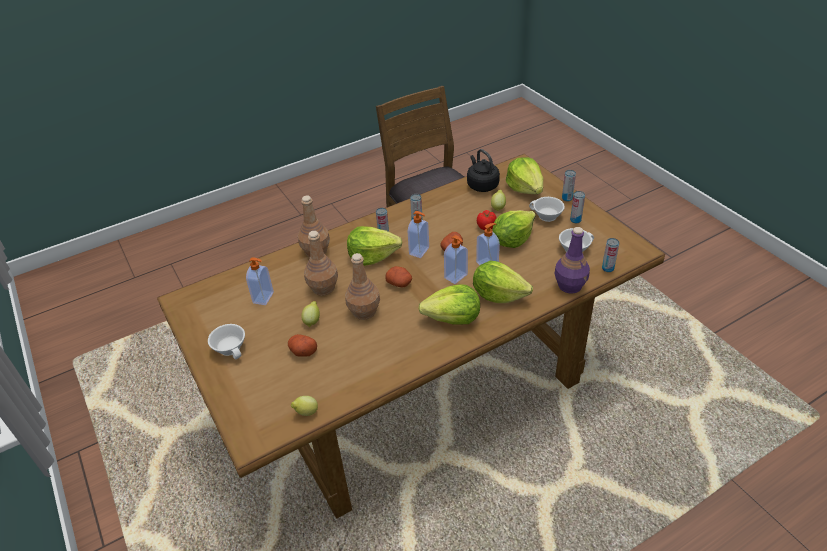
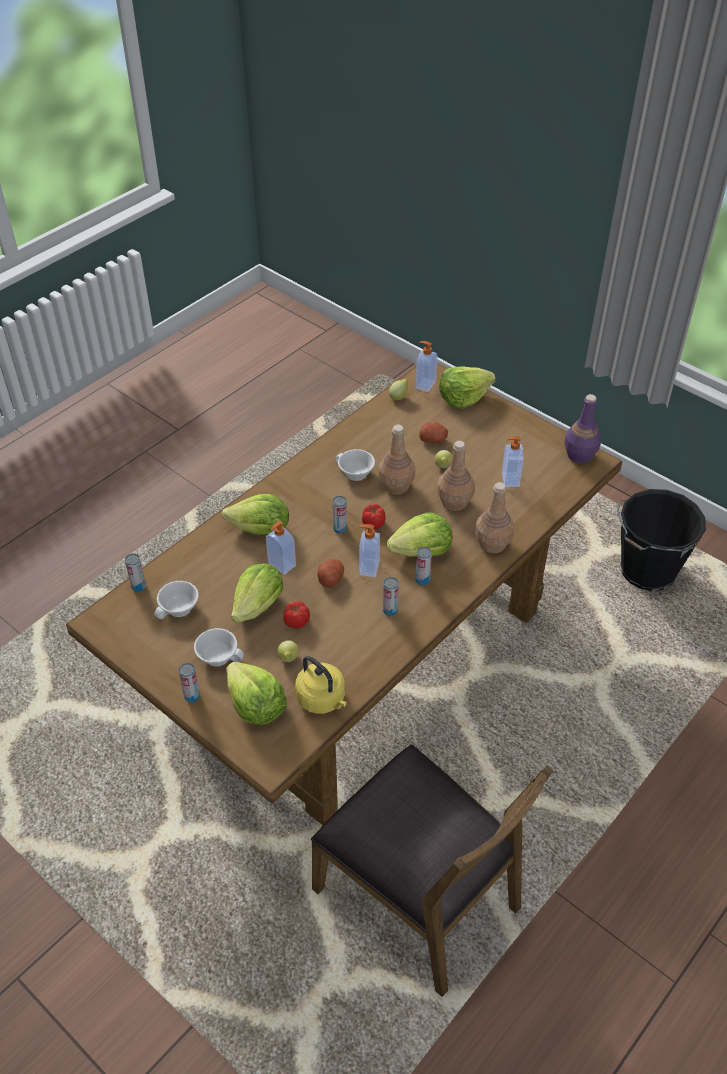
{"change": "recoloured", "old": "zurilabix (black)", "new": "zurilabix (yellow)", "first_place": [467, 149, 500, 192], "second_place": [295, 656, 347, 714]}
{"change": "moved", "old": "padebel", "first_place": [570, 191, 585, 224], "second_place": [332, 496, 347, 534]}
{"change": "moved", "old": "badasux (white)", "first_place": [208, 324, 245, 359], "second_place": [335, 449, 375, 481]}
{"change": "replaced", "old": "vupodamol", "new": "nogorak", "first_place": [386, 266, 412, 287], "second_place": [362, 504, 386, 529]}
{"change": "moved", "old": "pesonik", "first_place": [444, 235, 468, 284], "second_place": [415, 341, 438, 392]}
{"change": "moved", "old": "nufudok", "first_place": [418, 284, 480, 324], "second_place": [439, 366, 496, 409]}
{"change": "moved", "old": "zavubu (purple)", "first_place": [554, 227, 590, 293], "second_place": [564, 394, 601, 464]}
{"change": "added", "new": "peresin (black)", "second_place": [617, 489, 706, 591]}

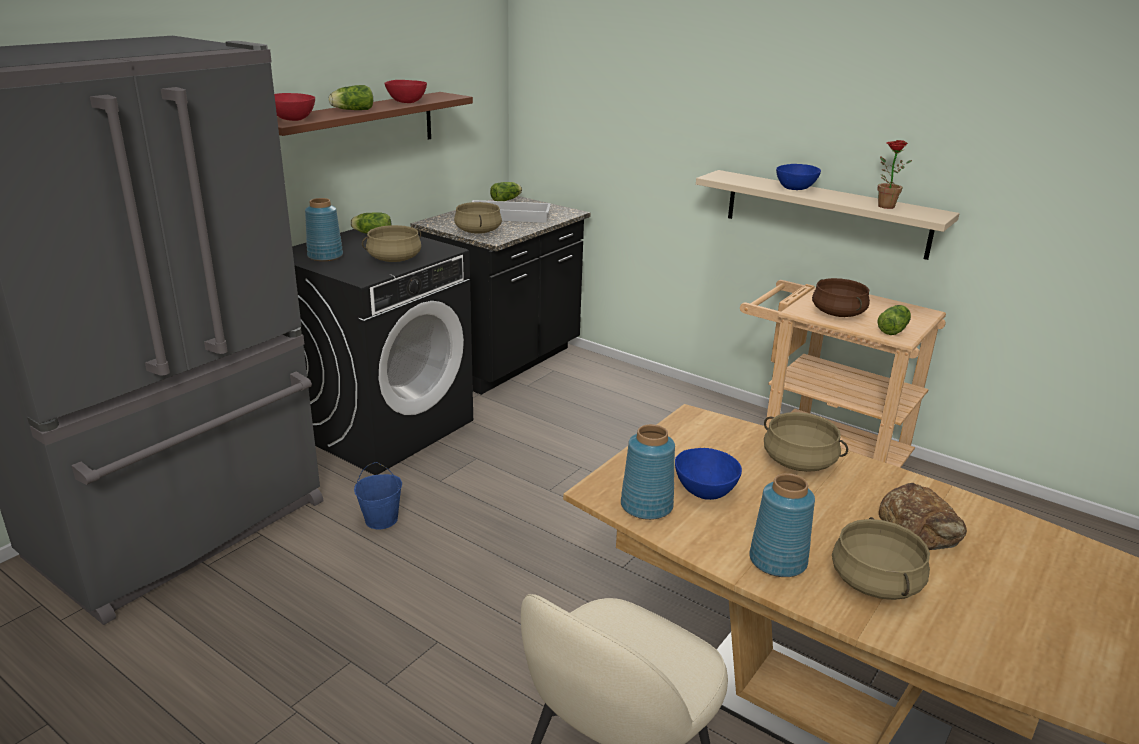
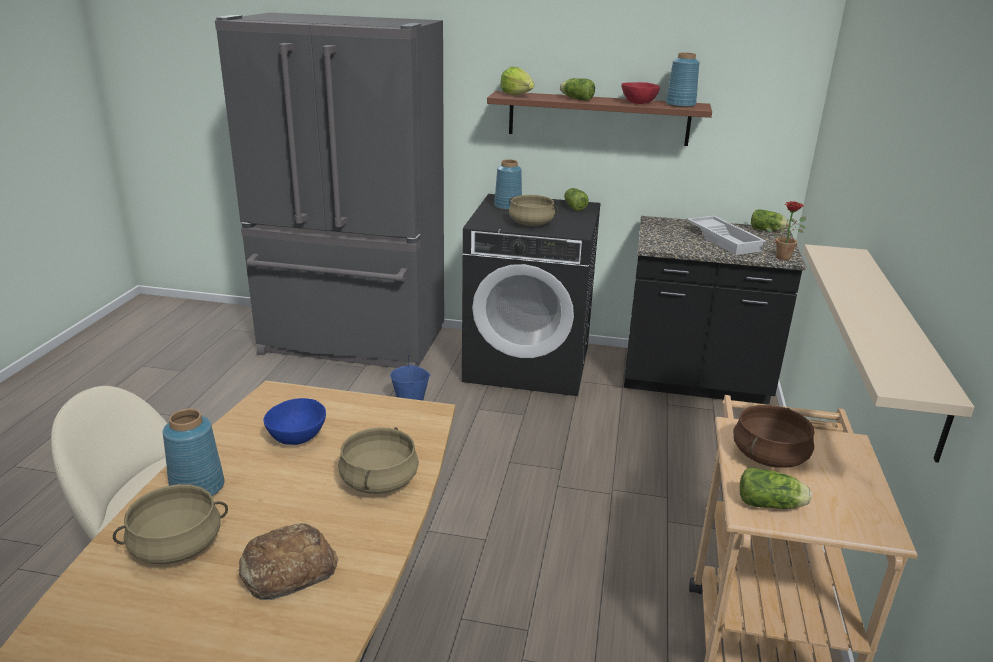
{"change": "replaced", "old": "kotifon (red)", "new": "nufudok", "first_place": [274, 93, 315, 121], "second_place": [500, 67, 534, 95]}
{"change": "moved", "old": "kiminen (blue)", "first_place": [621, 424, 675, 520], "second_place": [666, 52, 699, 108]}
{"change": "moved", "old": "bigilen", "first_place": [878, 140, 912, 209], "second_place": [766, 201, 806, 260]}
{"change": "removed", "old": "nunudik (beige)", "first_place": [454, 202, 502, 234]}
{"change": "removed", "old": "kotifon (blue)", "first_place": [776, 164, 821, 190]}

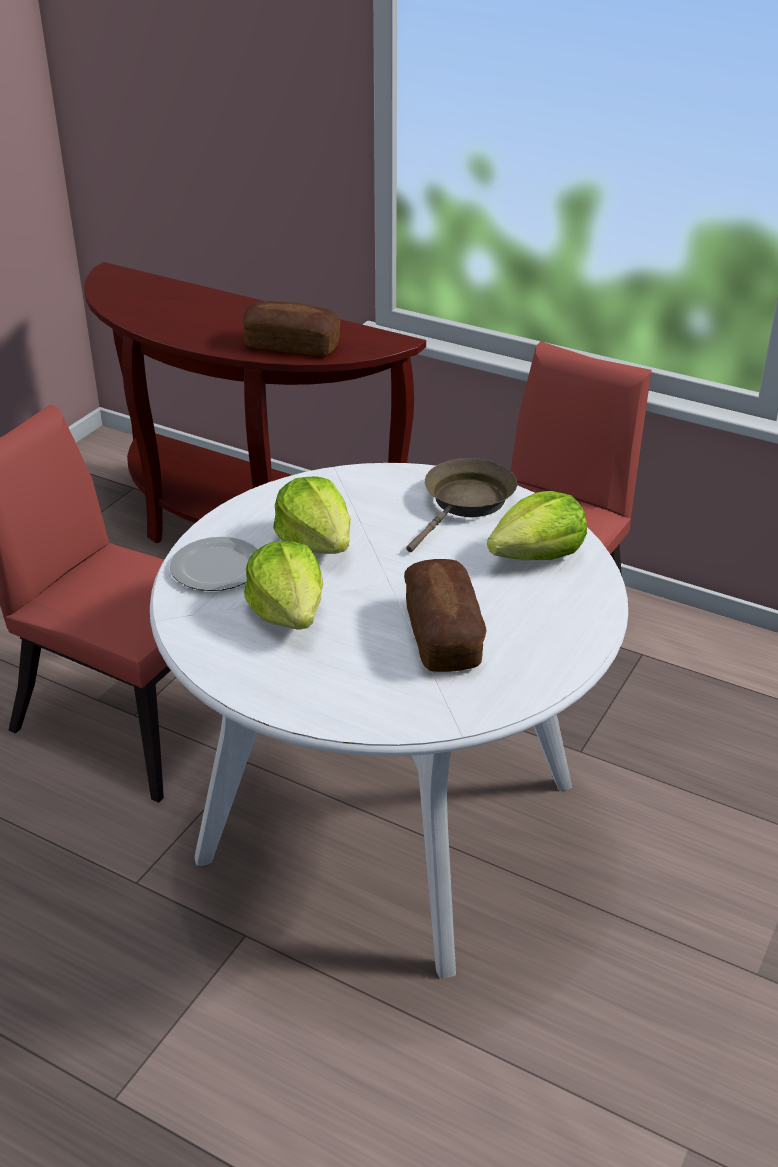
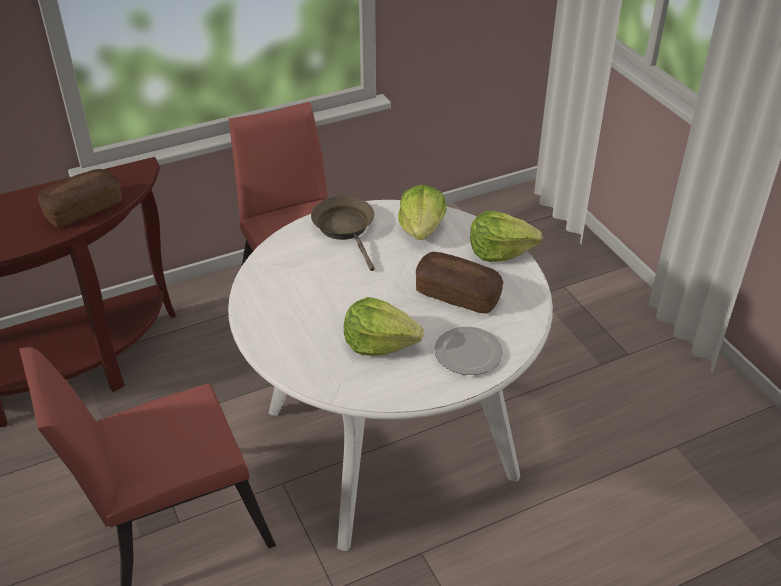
{"change": "moved", "old": "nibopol", "first_place": [170, 537, 258, 591], "second_place": [434, 327, 503, 375]}
{"change": "moved", "old": "nufudok", "first_place": [273, 476, 351, 554], "second_place": [470, 211, 543, 262]}

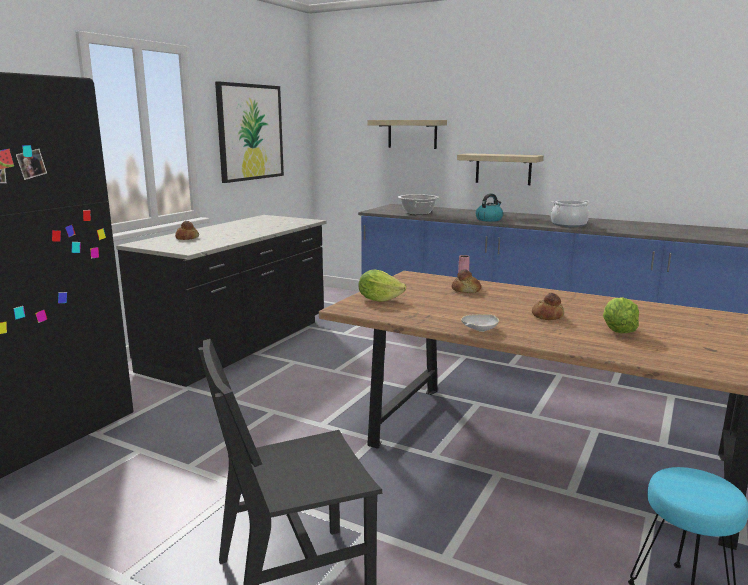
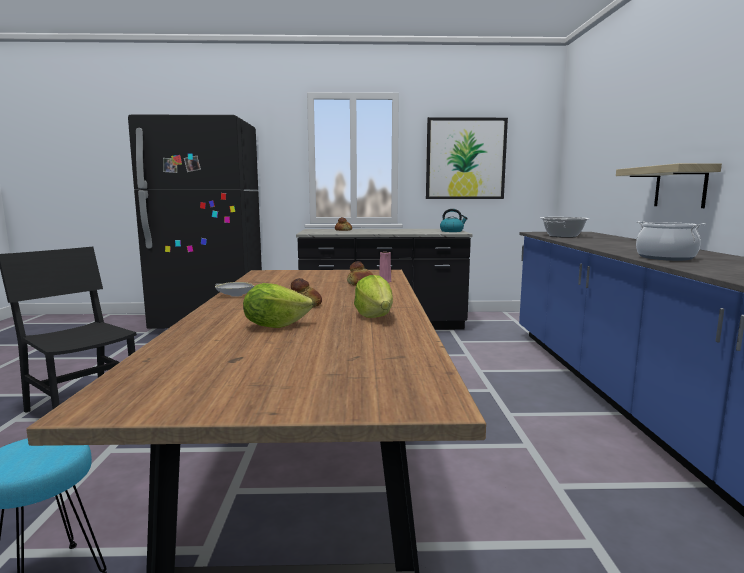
{"change": "moved", "old": "nufudok", "first_place": [359, 269, 406, 302], "second_place": [354, 275, 393, 318]}
{"change": "moved", "old": "zurilabix", "first_place": [476, 193, 503, 222], "second_place": [440, 209, 468, 232]}
{"change": "removed", "old": "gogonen", "first_place": [367, 120, 447, 149]}

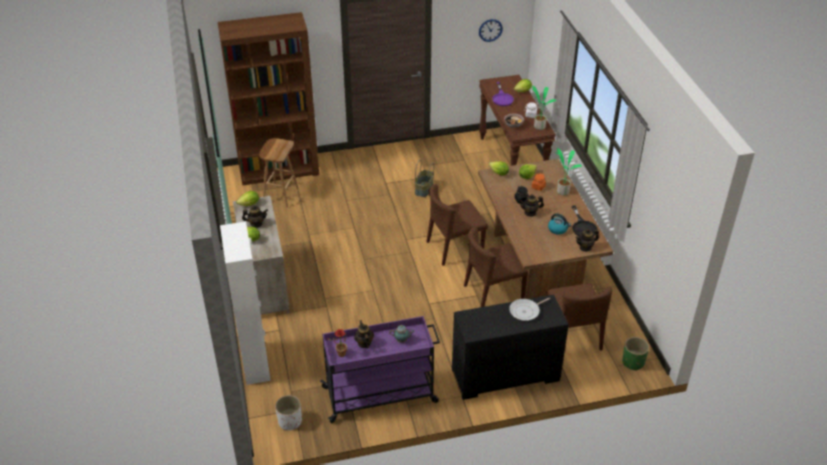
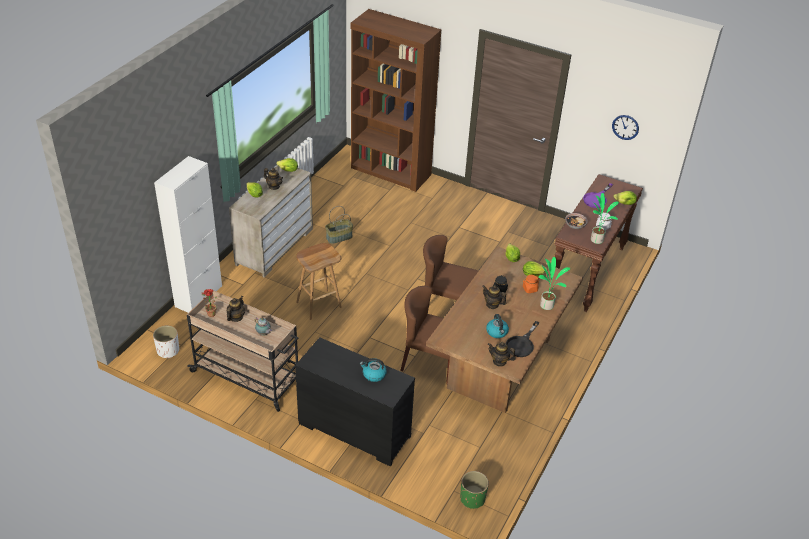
{"change": "recoloured", "old": "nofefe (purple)", "new": "nofefe (beige)", "first_place": [320, 316, 440, 423], "second_place": [187, 290, 299, 412]}
{"change": "moved", "old": "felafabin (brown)", "first_place": [259, 138, 299, 208], "second_place": [296, 243, 342, 320]}
{"change": "moved", "old": "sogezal", "first_place": [415, 160, 434, 197], "second_place": [325, 206, 353, 244]}
{"change": "replaced", "old": "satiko", "new": "zurilabix", "first_place": [509, 298, 550, 321], "second_place": [360, 358, 387, 382]}
{"change": "removed", "old": "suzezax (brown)", "first_place": [548, 283, 612, 351]}

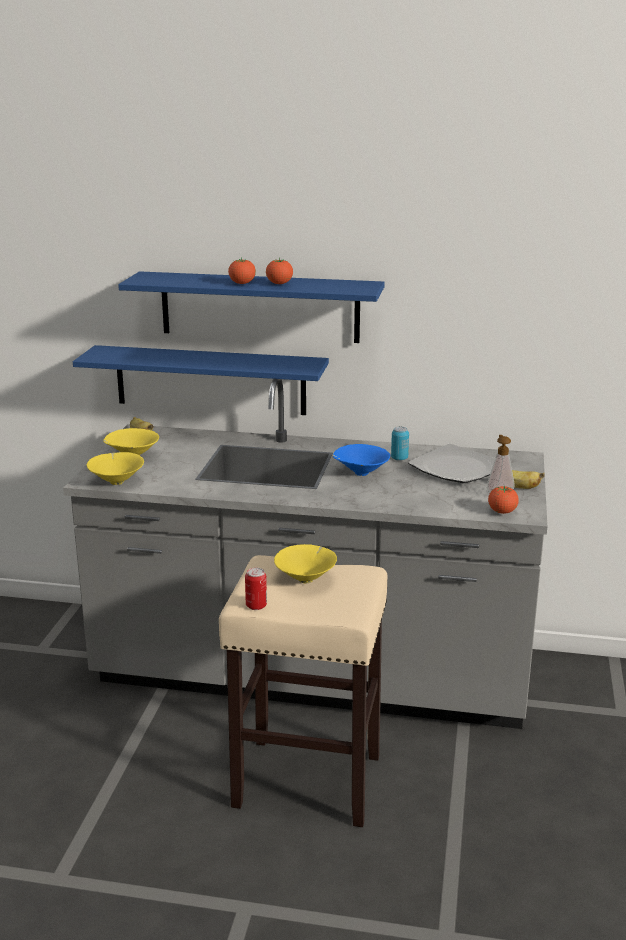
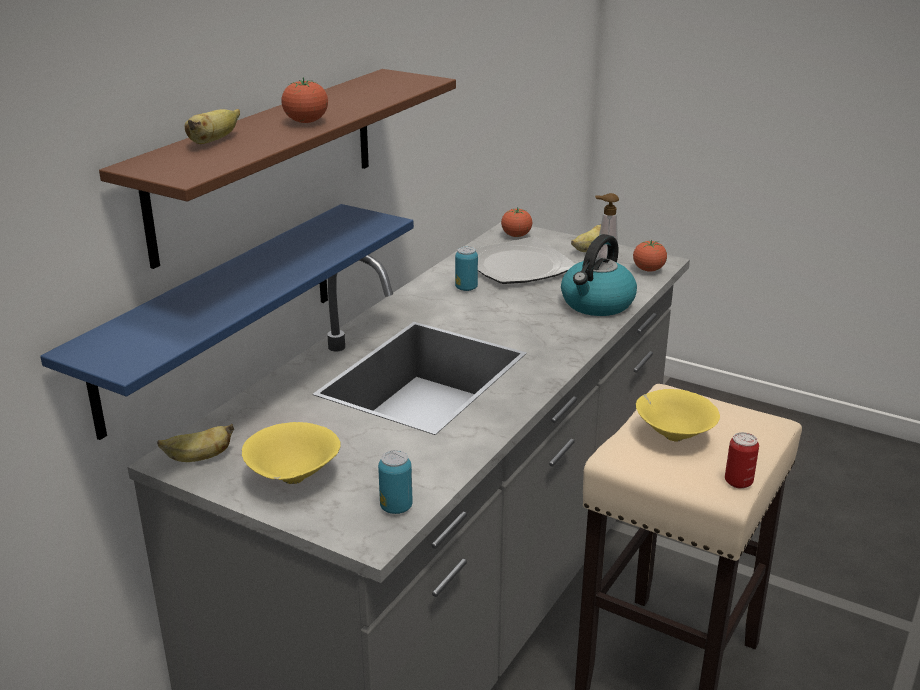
{"change": "recoloured", "old": "gogonen (blue)", "new": "gogonen (brown)", "first_place": [118, 271, 385, 343], "second_place": [99, 69, 456, 269]}
{"change": "added", "new": "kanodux", "second_place": [185, 109, 240, 144]}
{"change": "replaced", "old": "kotifon (yellow)", "new": "padebel", "first_place": [86, 452, 144, 485], "second_place": [378, 450, 413, 514]}
{"change": "moved", "old": "nogorak", "first_place": [266, 257, 293, 284], "second_place": [501, 207, 532, 237]}
{"change": "added", "new": "zurilabix", "second_place": [561, 234, 637, 316]}
{"change": "removed", "old": "kotifon (blue)", "first_place": [333, 444, 390, 476]}

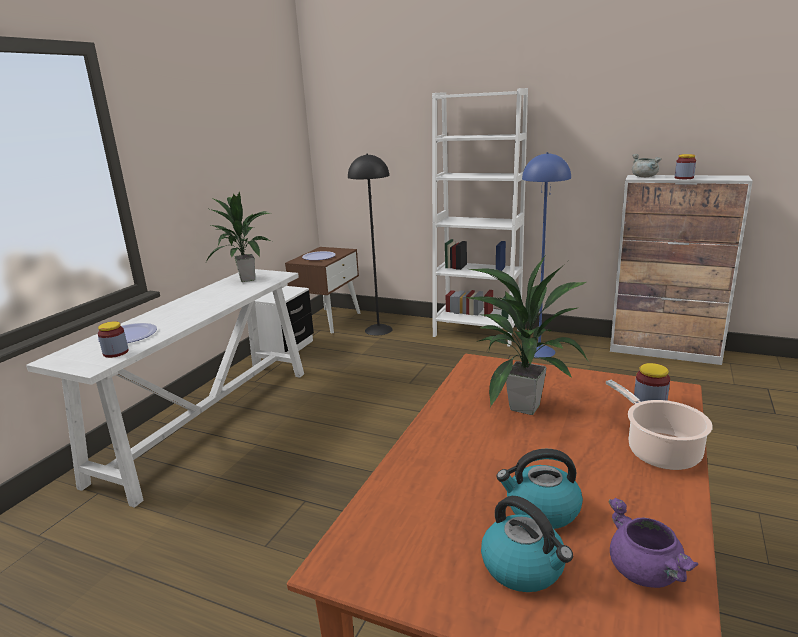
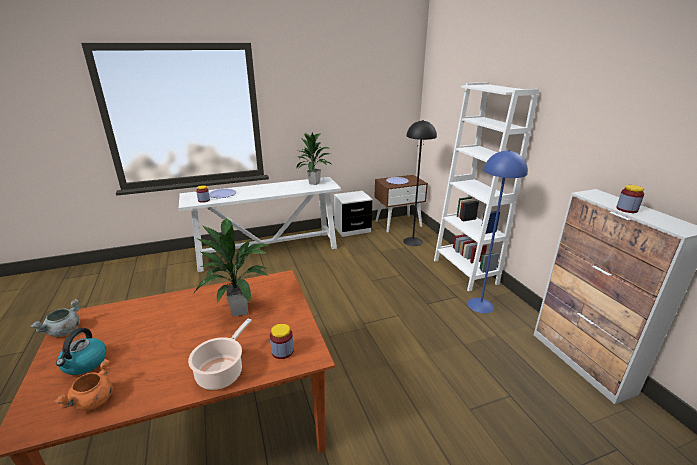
{"change": "moved", "old": "nunudik (grey)", "first_place": [632, 154, 662, 177], "second_place": [30, 299, 80, 337]}
{"change": "recoloured", "old": "nunudik (purple)", "new": "nunudik (orange)", "first_place": [609, 498, 698, 588], "second_place": [54, 359, 113, 411]}
{"change": "removed", "old": "zurilabix", "first_place": [496, 449, 583, 529]}

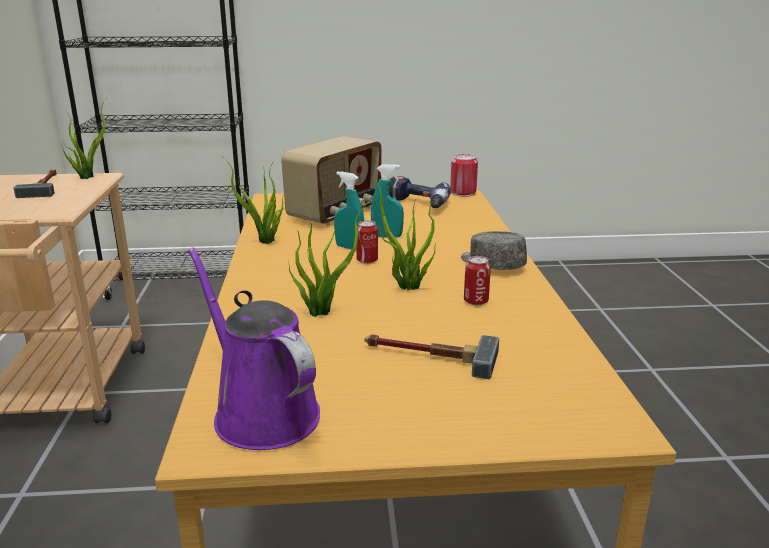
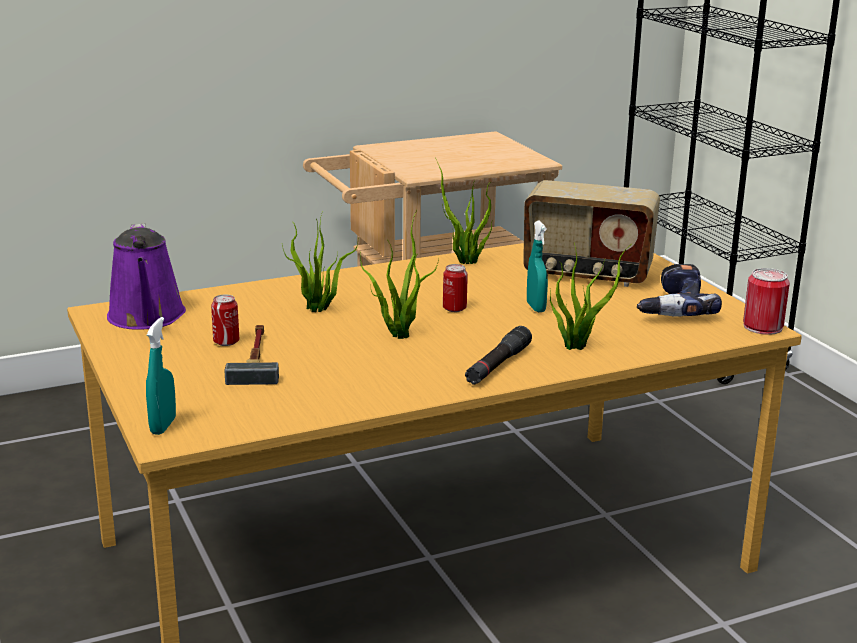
{"change": "turned", "old": "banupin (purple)", "first_place": [188, 247, 320, 450], "second_place": [107, 223, 186, 330], "degrees": 135}
{"change": "moved", "old": "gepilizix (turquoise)", "first_place": [334, 171, 364, 249], "second_place": [146, 317, 176, 435]}
{"change": "moved", "old": "padebel", "first_place": [464, 256, 491, 305], "second_place": [211, 294, 239, 346]}
{"change": "replaced", "old": "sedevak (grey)", "new": "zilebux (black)", "first_place": [461, 231, 527, 270], "second_place": [465, 326, 532, 385]}
{"change": "moved", "old": "bigilen", "first_place": [61, 99, 106, 179], "second_place": [550, 242, 632, 350]}
{"change": "removed", "old": "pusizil", "first_place": [14, 170, 57, 198]}

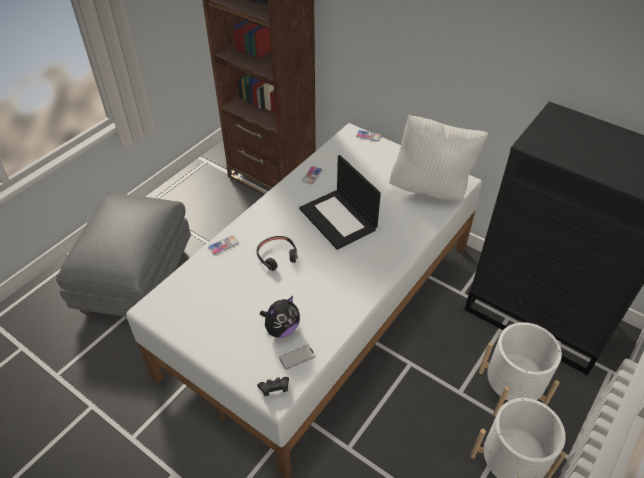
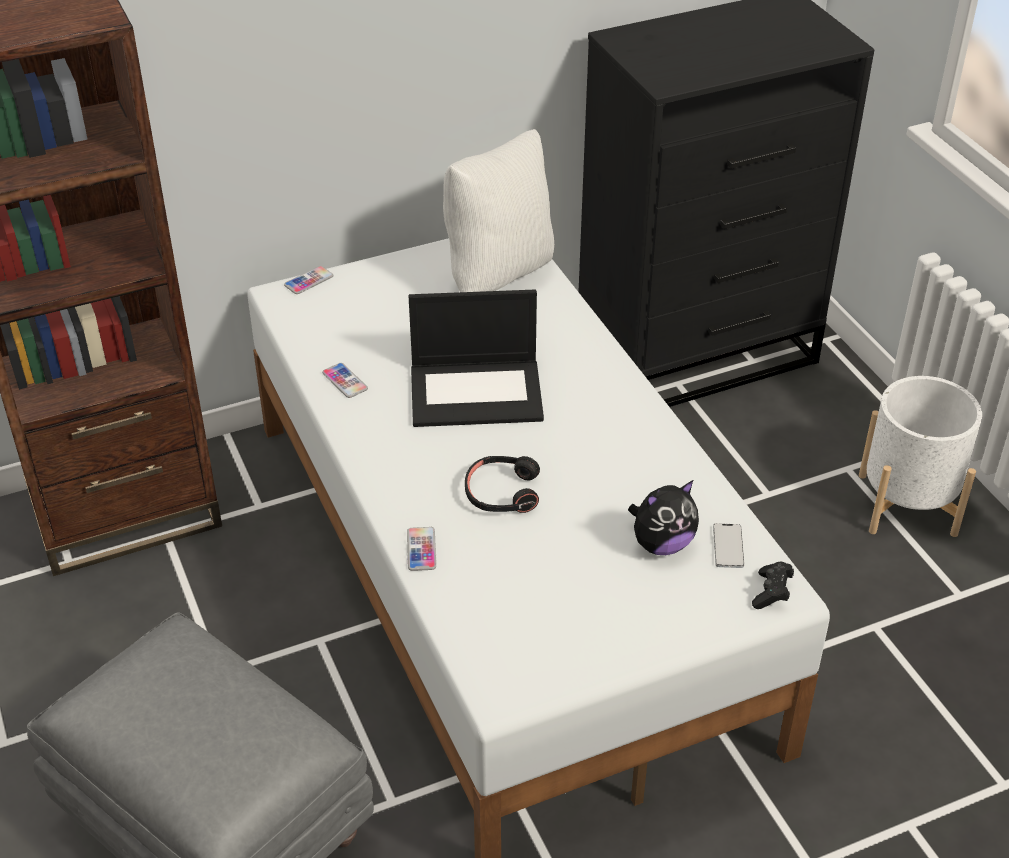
{"change": "turned", "old": "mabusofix", "first_place": [260, 296, 300, 338], "second_place": [628, 480, 699, 555], "degrees": 75}
{"change": "removed", "old": "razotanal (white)", "first_place": [479, 322, 562, 417]}

